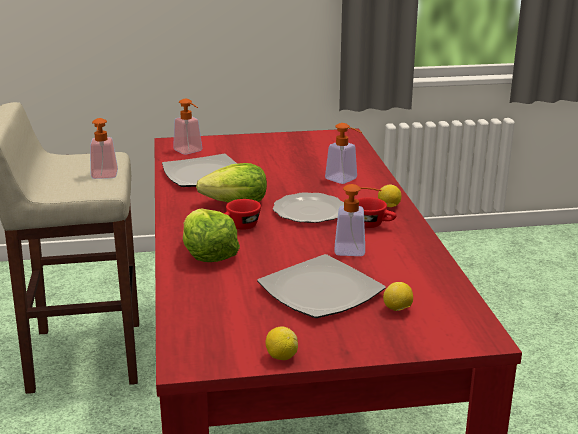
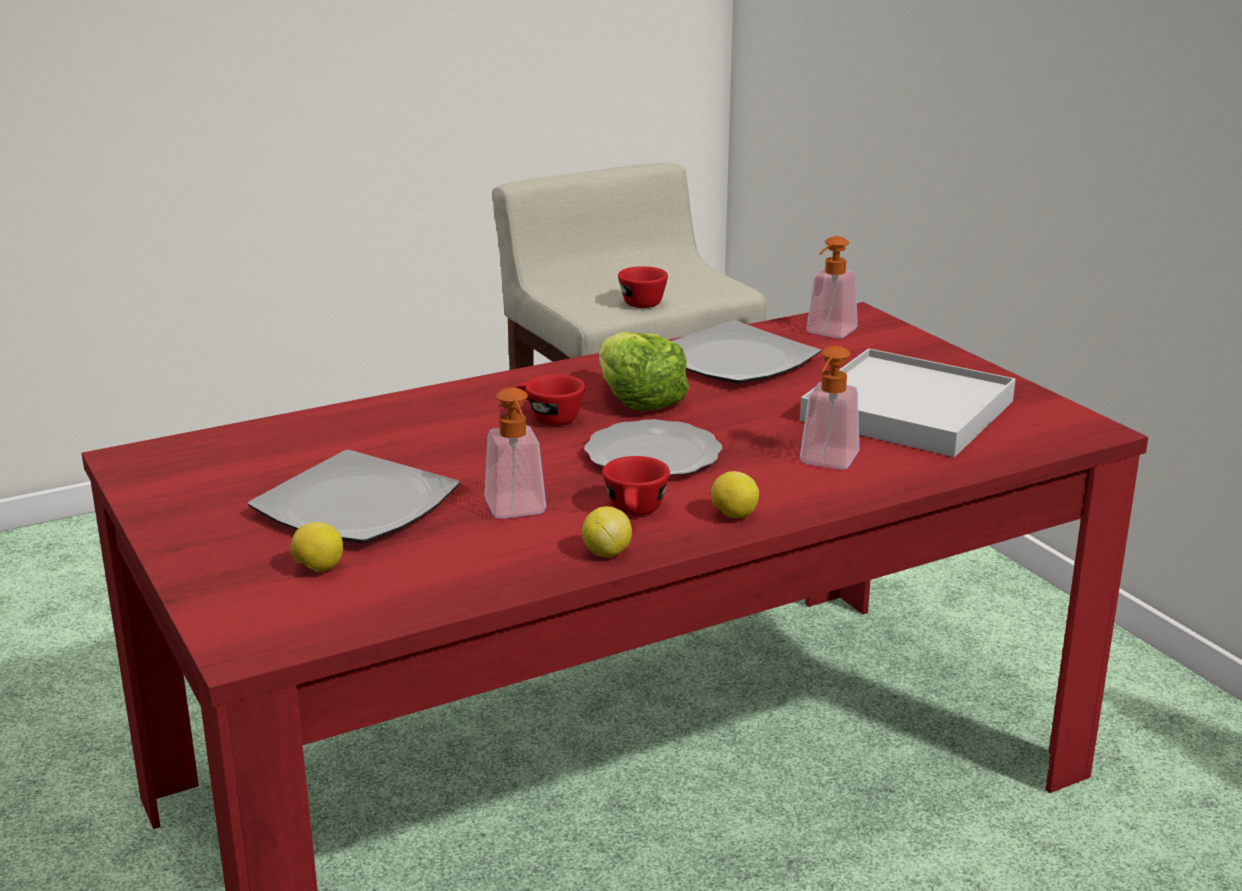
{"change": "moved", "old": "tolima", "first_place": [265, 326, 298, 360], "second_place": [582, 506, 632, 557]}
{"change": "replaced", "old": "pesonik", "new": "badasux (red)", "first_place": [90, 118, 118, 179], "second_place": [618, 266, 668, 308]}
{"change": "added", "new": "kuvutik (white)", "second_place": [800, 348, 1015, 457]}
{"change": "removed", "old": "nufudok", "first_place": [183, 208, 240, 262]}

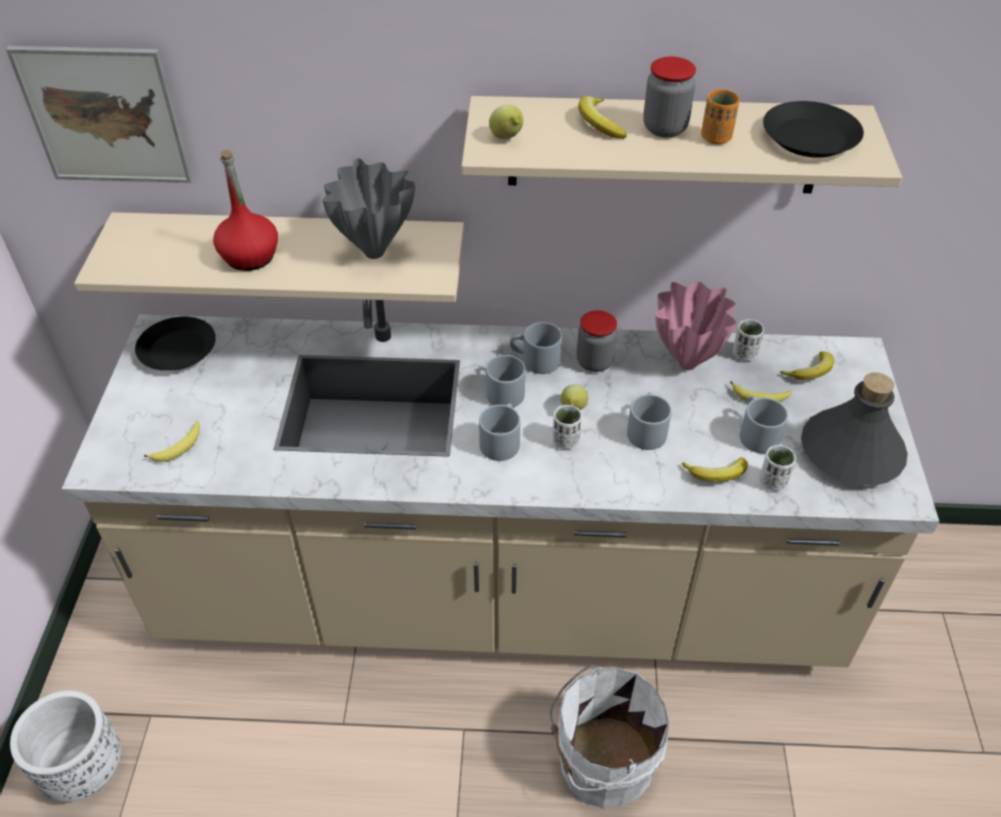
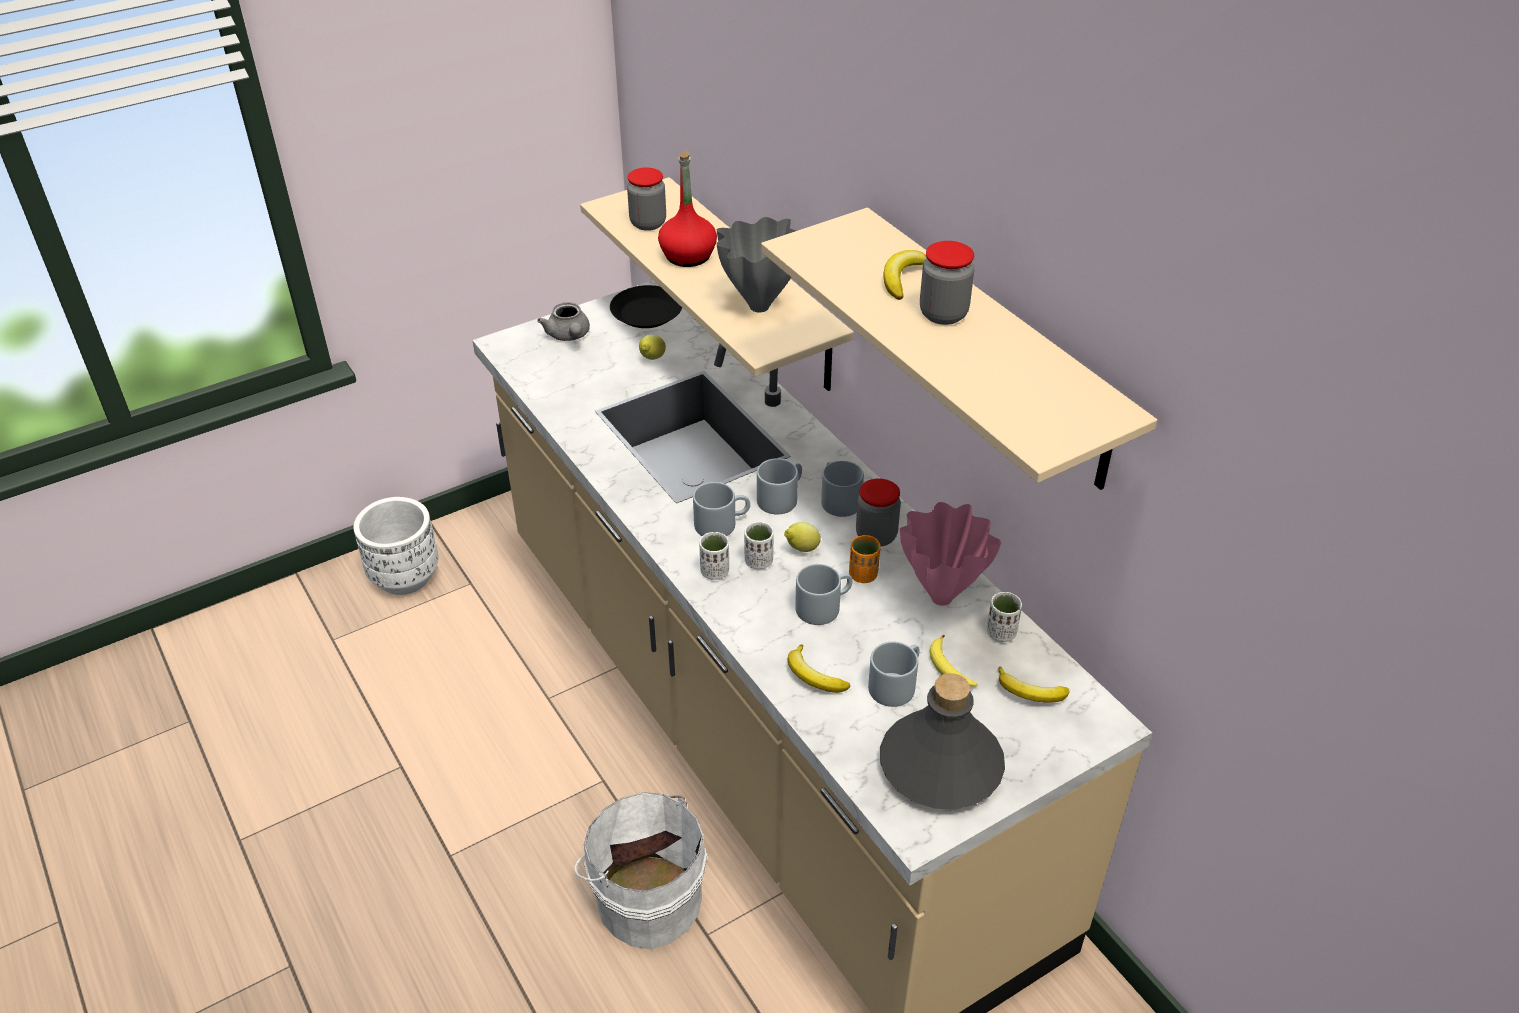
{"change": "added", "new": "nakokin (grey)", "second_place": [537, 302, 590, 341]}
{"change": "added", "new": "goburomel", "second_place": [627, 167, 666, 231]}
{"change": "moved", "old": "tolima", "first_place": [489, 105, 523, 139], "second_place": [639, 335, 666, 360]}
{"change": "moved", "old": "badasux (white)", "first_place": [760, 445, 796, 491], "second_place": [699, 532, 729, 580]}
{"change": "moved", "old": "badasux (orange)", "first_place": [701, 89, 740, 144], "second_place": [849, 535, 881, 583]}
{"change": "removed", "old": "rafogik", "first_place": [6, 46, 193, 183]}
{"change": "removed", "old": "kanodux", "first_place": [144, 421, 200, 462]}
{"change": "removed", "old": "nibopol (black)", "first_place": [763, 101, 864, 158]}

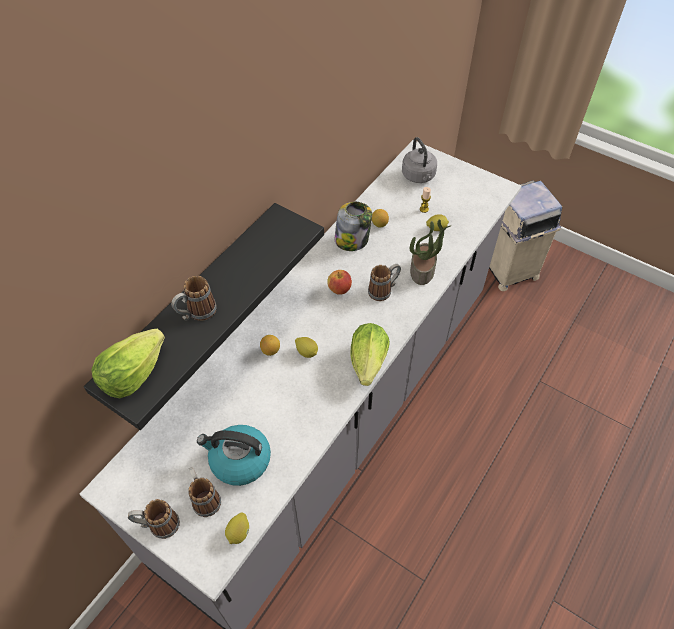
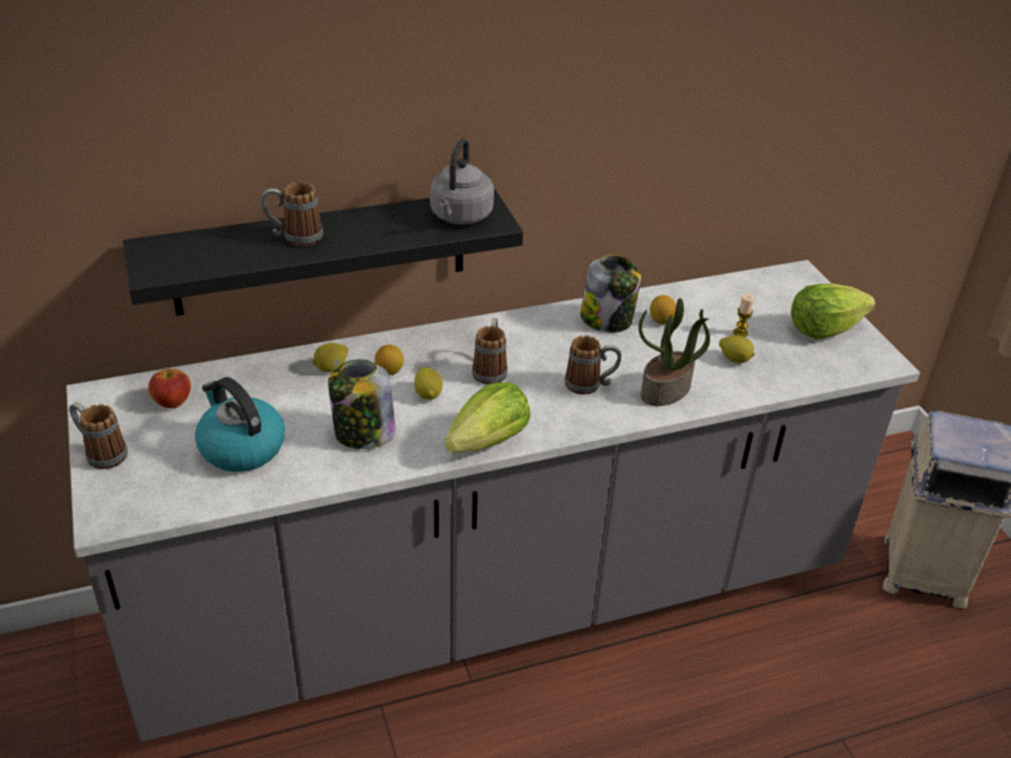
{"change": "moved", "old": "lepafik", "first_place": [327, 270, 352, 295], "second_place": [148, 368, 191, 408]}
{"change": "moved", "old": "tolima", "first_place": [225, 512, 249, 544], "second_place": [312, 343, 348, 372]}
{"change": "added", "new": "goburomel", "second_place": [328, 359, 396, 449]}
{"change": "moved", "old": "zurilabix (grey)", "first_place": [402, 137, 437, 183], "second_place": [430, 138, 494, 225]}
{"change": "moved", "old": "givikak", "first_place": [189, 467, 221, 517], "second_place": [472, 318, 508, 385]}
{"change": "moved", "old": "nufudok", "first_place": [92, 329, 165, 398], "second_place": [791, 283, 875, 339]}

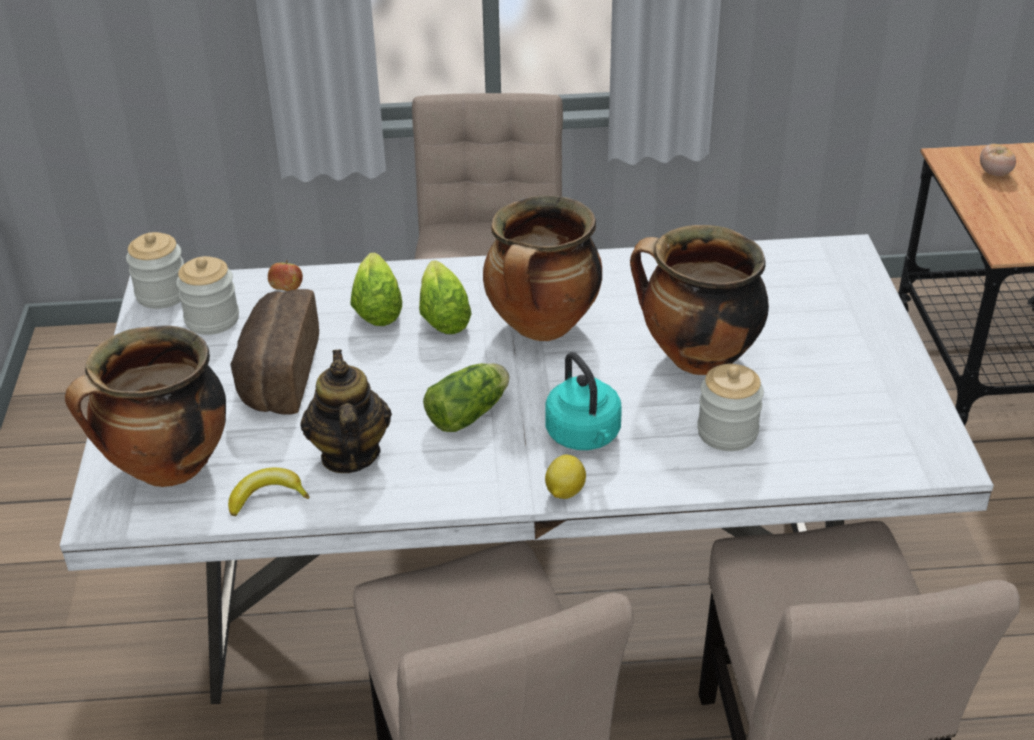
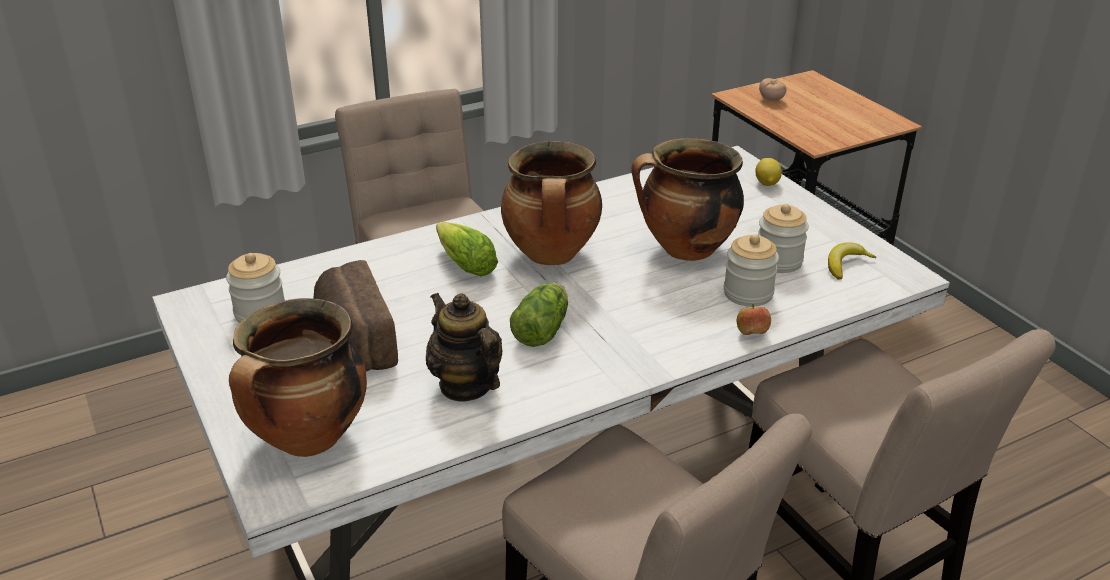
{"change": "moved", "old": "lepafik", "first_place": [268, 260, 303, 291], "second_place": [737, 304, 771, 335]}
{"change": "moved", "old": "tolima", "first_place": [545, 455, 586, 499], "second_place": [756, 158, 782, 186]}
{"change": "moved", "old": "goburomel", "first_place": [126, 232, 184, 309], "second_place": [758, 204, 809, 273]}
{"change": "moved", "old": "kanodux", "first_place": [228, 468, 310, 516], "second_place": [828, 242, 876, 280]}
{"change": "removed", "old": "nufudok", "first_place": [350, 253, 402, 326]}
{"change": "removed", "old": "zurilabix (turquoise)", "first_place": [545, 352, 622, 450]}

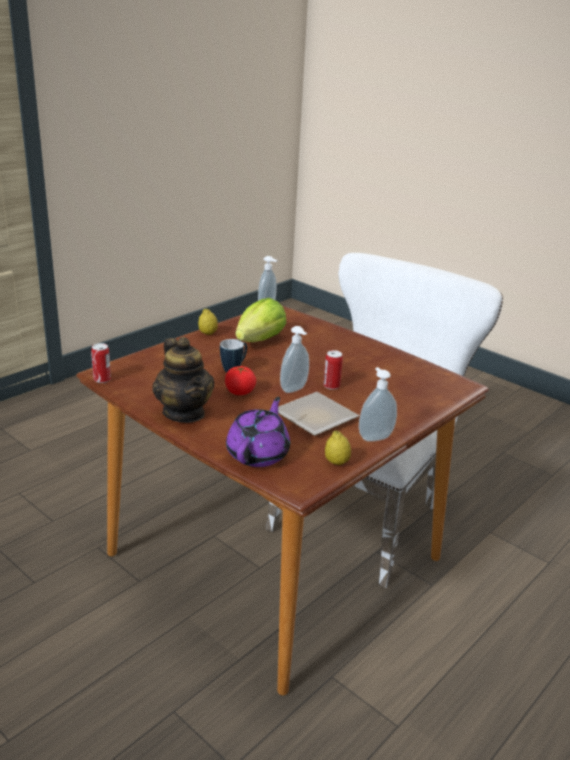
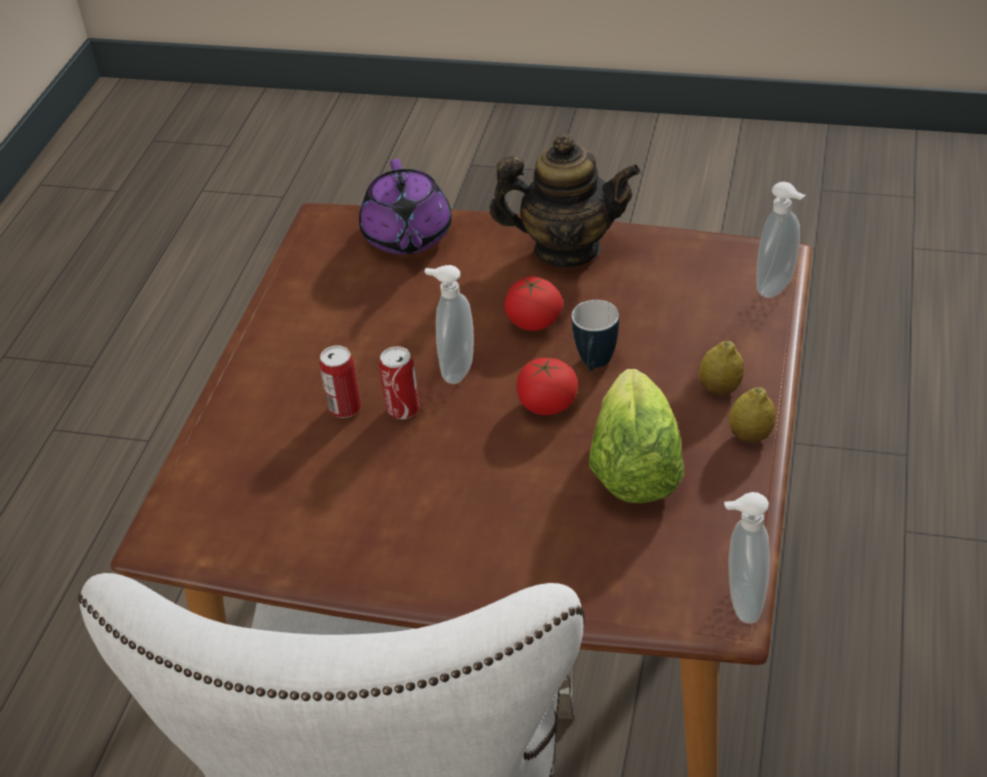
{"change": "moved", "old": "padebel", "first_place": [91, 343, 111, 383], "second_place": [319, 345, 361, 418]}
{"change": "turned", "old": "nakokin", "first_place": [153, 337, 215, 423], "second_place": [489, 134, 641, 268], "degrees": 150}
{"change": "added", "new": "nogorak", "second_place": [516, 358, 578, 415]}
{"change": "moved", "old": "tolima", "first_place": [325, 431, 351, 465], "second_place": [699, 341, 744, 395]}
{"change": "moved", "old": "pesonik", "first_place": [359, 367, 397, 442], "second_place": [756, 182, 805, 298]}
{"change": "removed", "old": "nibopol", "first_place": [278, 392, 359, 436]}

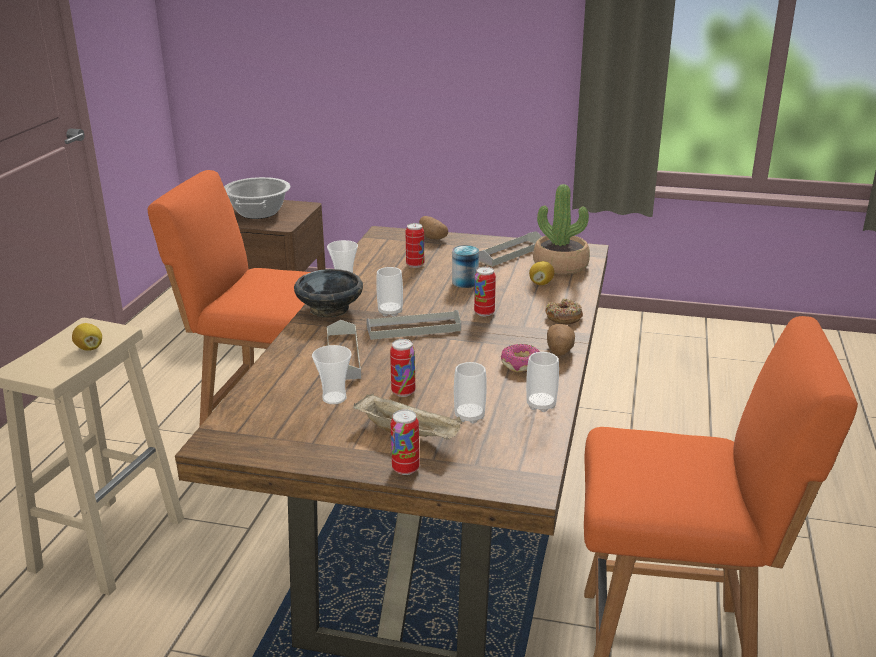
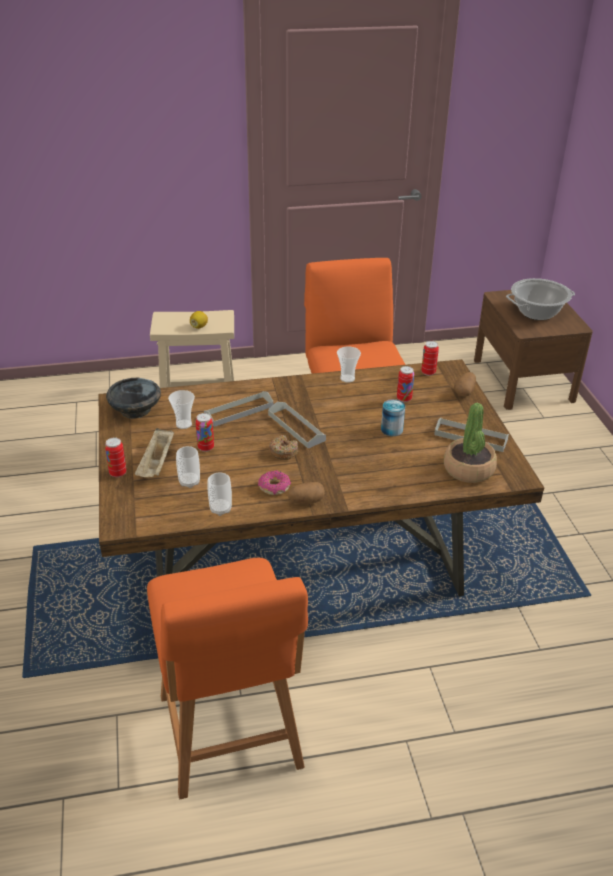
{"change": "moved", "old": "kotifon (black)", "first_place": [294, 269, 363, 317], "second_place": [106, 378, 161, 419]}
{"change": "moved", "old": "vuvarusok", "first_place": [545, 299, 583, 324], "second_place": [269, 435, 299, 460]}
{"change": "moved", "old": "padebel", "first_place": [474, 267, 496, 316], "second_place": [421, 341, 439, 376]}
{"change": "removed", "old": "badasux", "first_place": [376, 267, 403, 316]}
{"change": "removed", "old": "tolima", "first_place": [529, 261, 554, 285]}

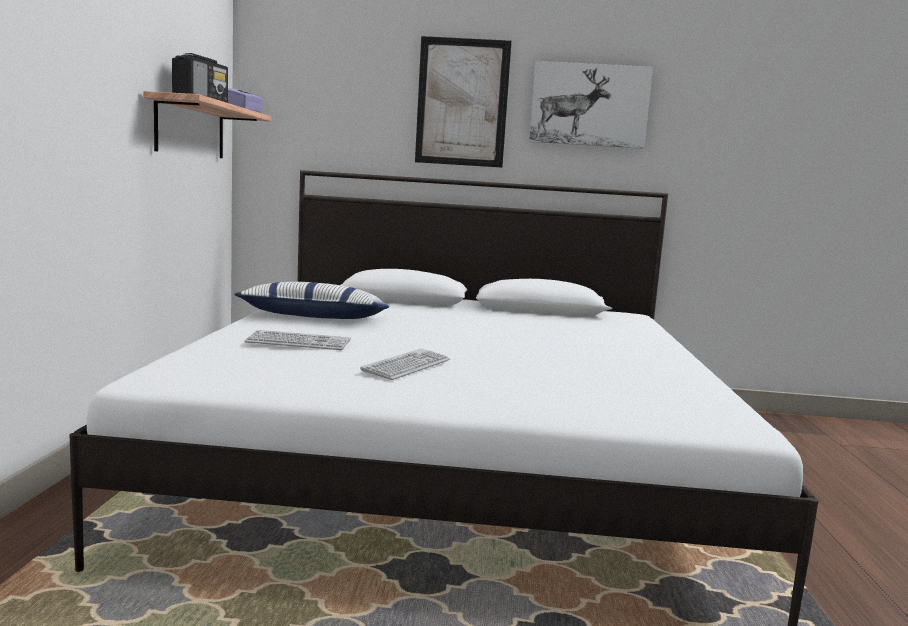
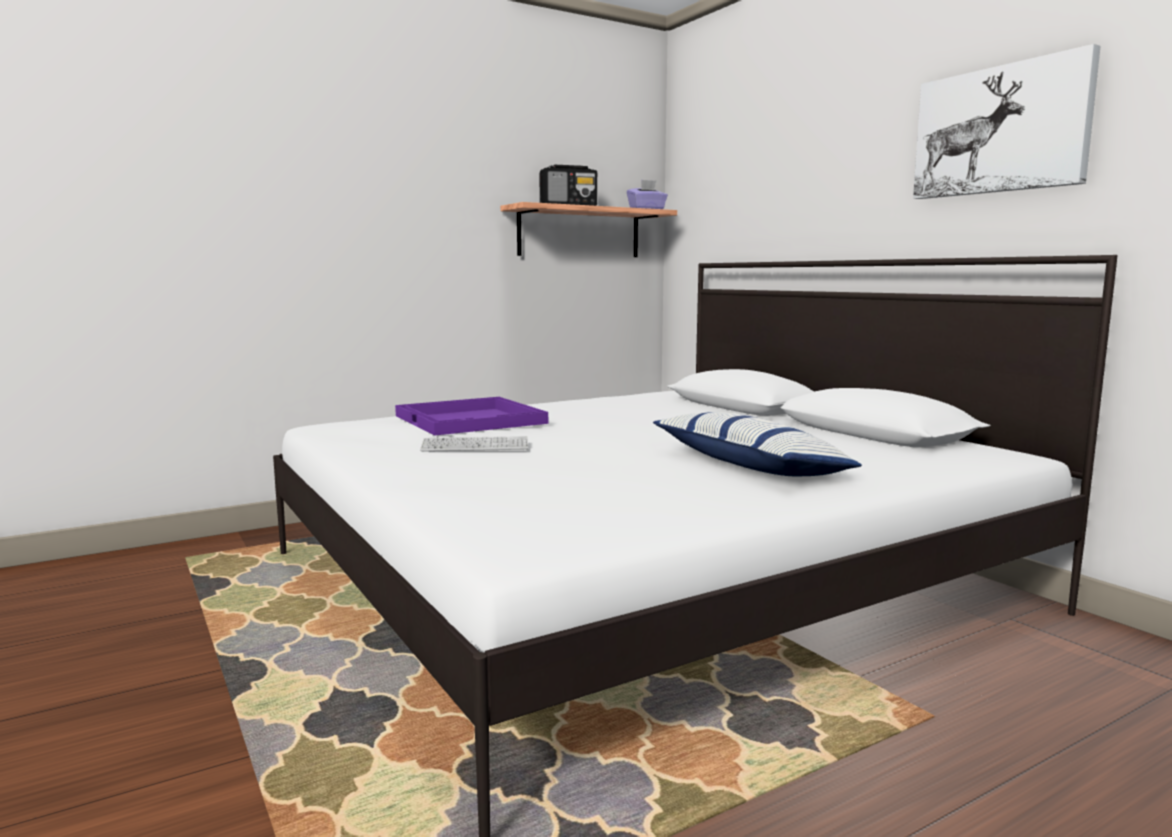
{"change": "replaced", "old": "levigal", "new": "kuvutik (purple)", "first_place": [245, 330, 351, 350], "second_place": [395, 397, 548, 436]}
{"change": "moved", "old": "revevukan", "first_place": [234, 282, 389, 319], "second_place": [653, 412, 862, 477]}
{"change": "removed", "old": "rafogik", "first_place": [415, 36, 512, 168]}

